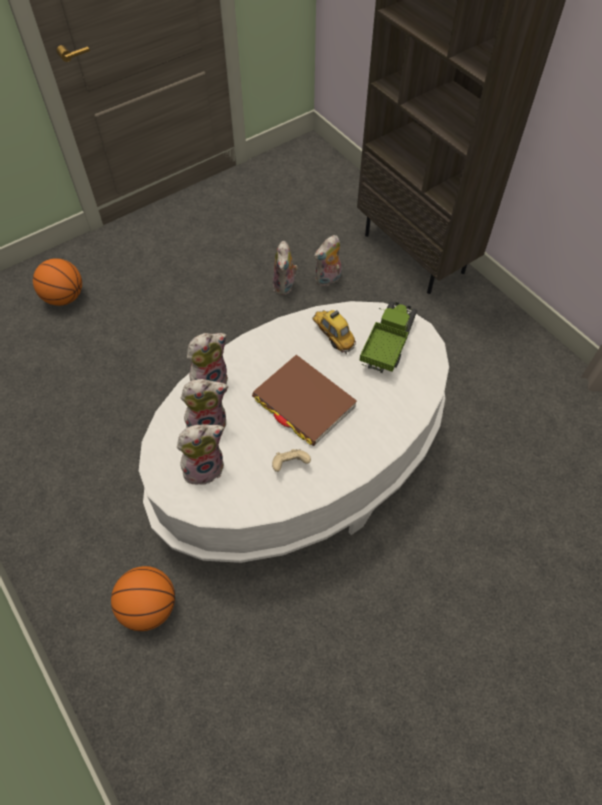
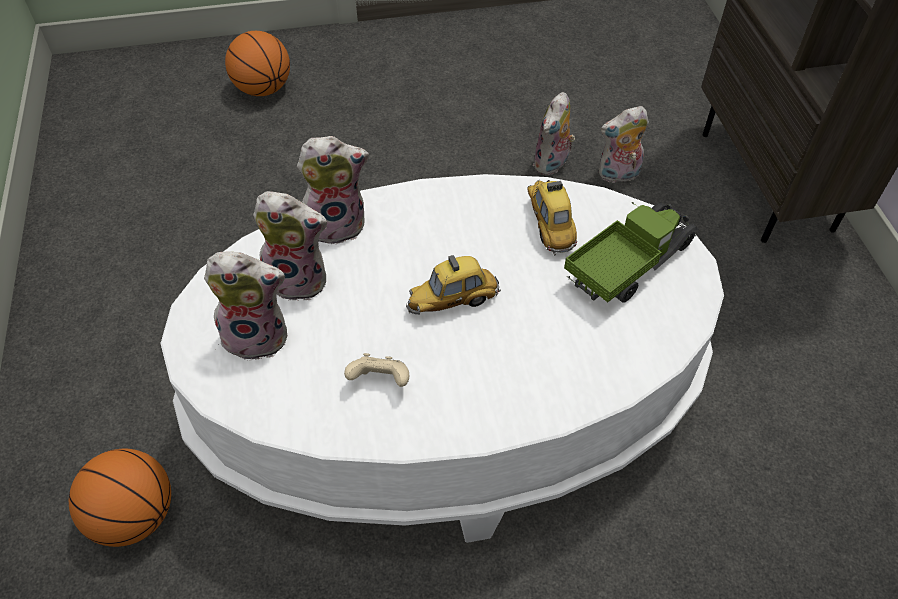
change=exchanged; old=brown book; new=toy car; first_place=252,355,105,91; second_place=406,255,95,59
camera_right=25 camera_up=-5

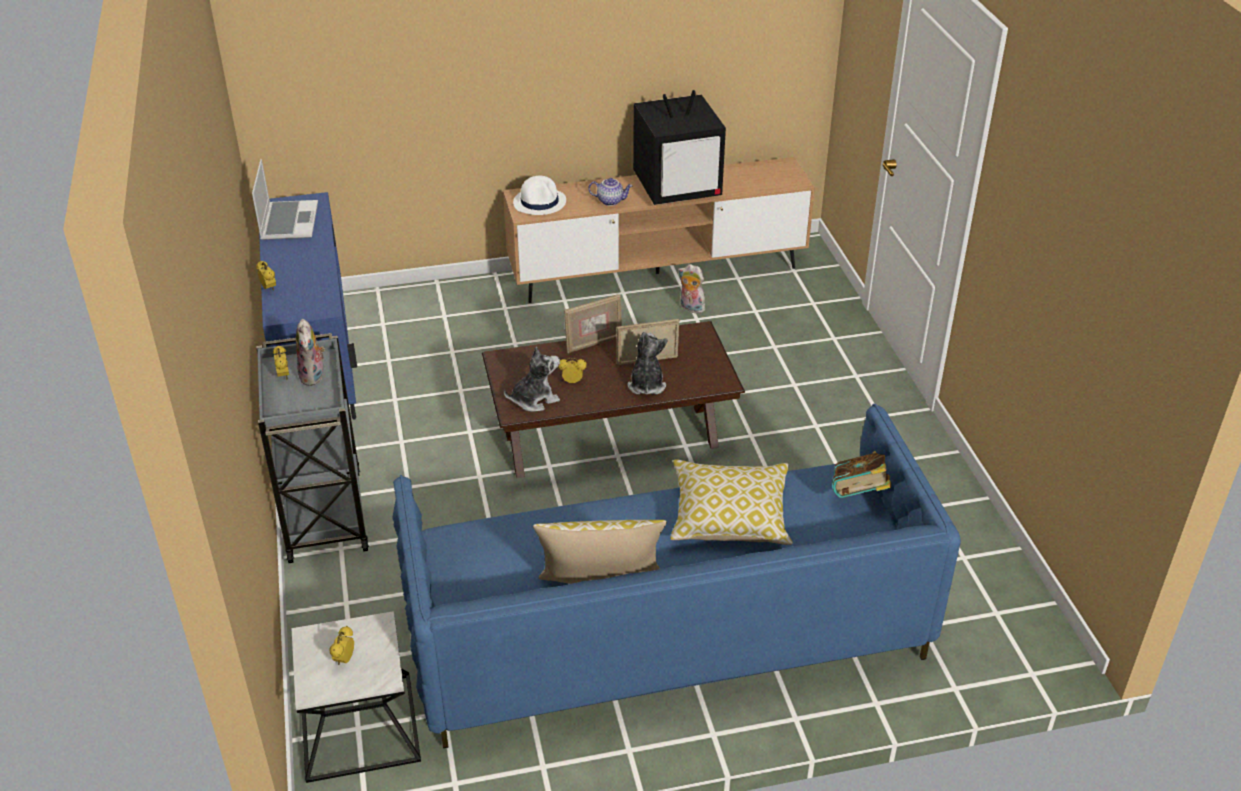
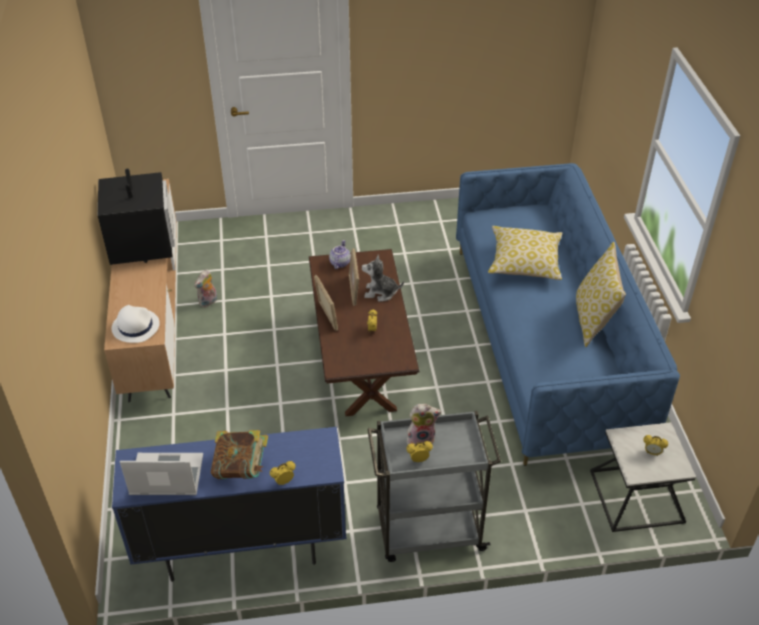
change=missing; old=plush toy; first_place=504,346,56,66
change=relocated; old=teapot; first_place=588,178,45,28; second_place=329,240,22,29
change=relocated; old=book; first_place=832,451,59,47; second_place=211,430,57,49
camera_right=-85 camera_up=5

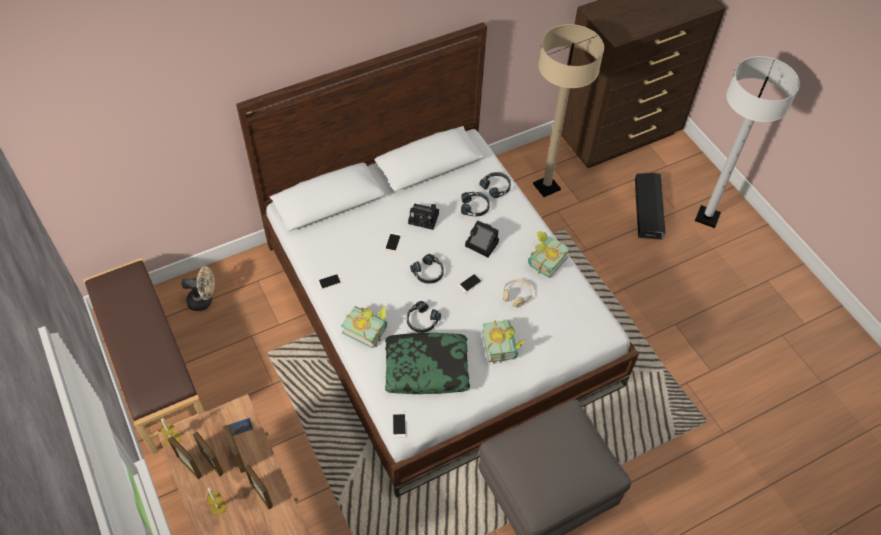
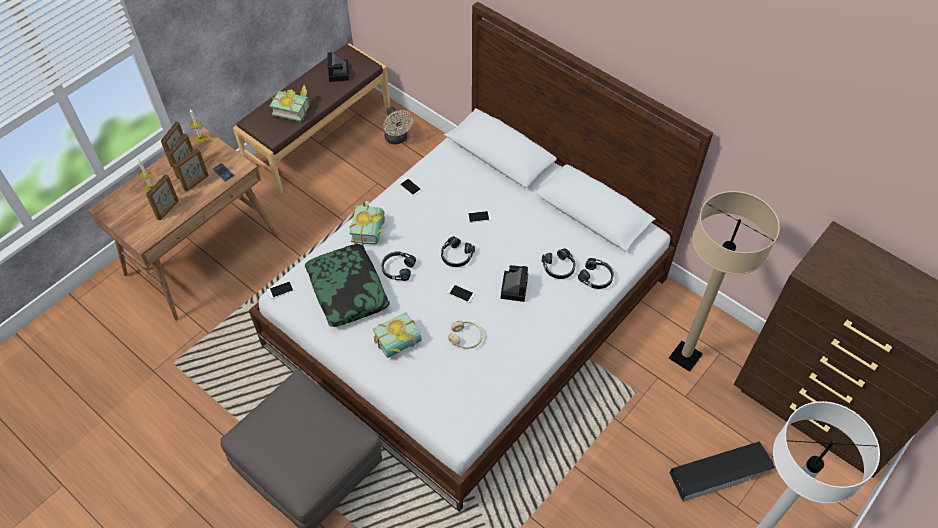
change=relocated; old=photo camera; first_place=408,204,31,26; second_place=326,52,23,30
change=relocated; old=book; first_place=528,231,43,47; second_place=270,85,40,37
camera_right=70 camera_up=0

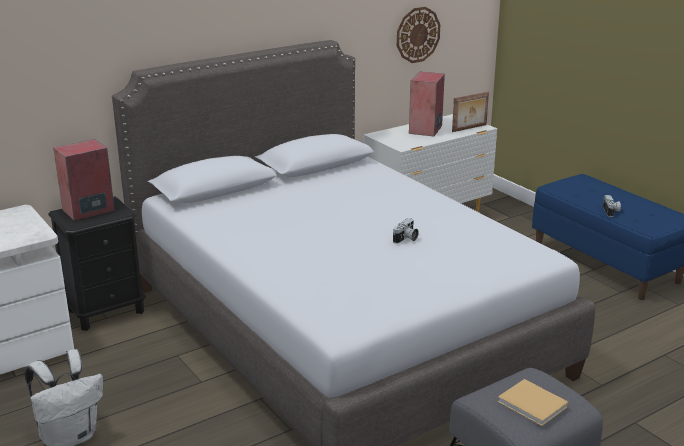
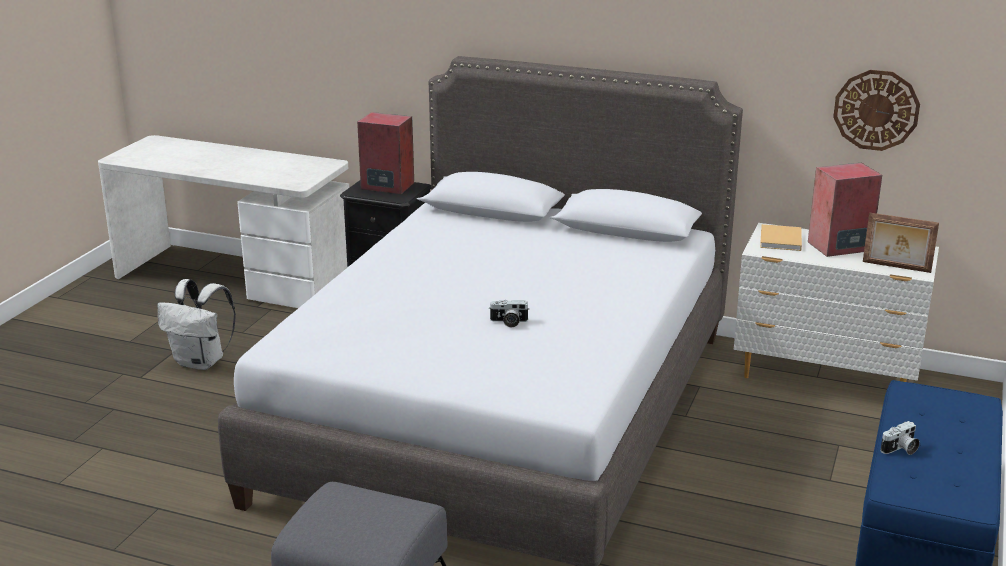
change=relocated; old=beige book; first_place=498,379,70,47; second_place=760,224,42,27
camera_right=55 camera_up=0

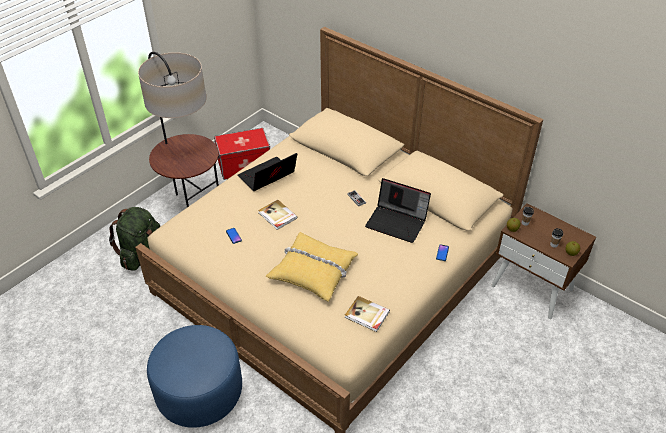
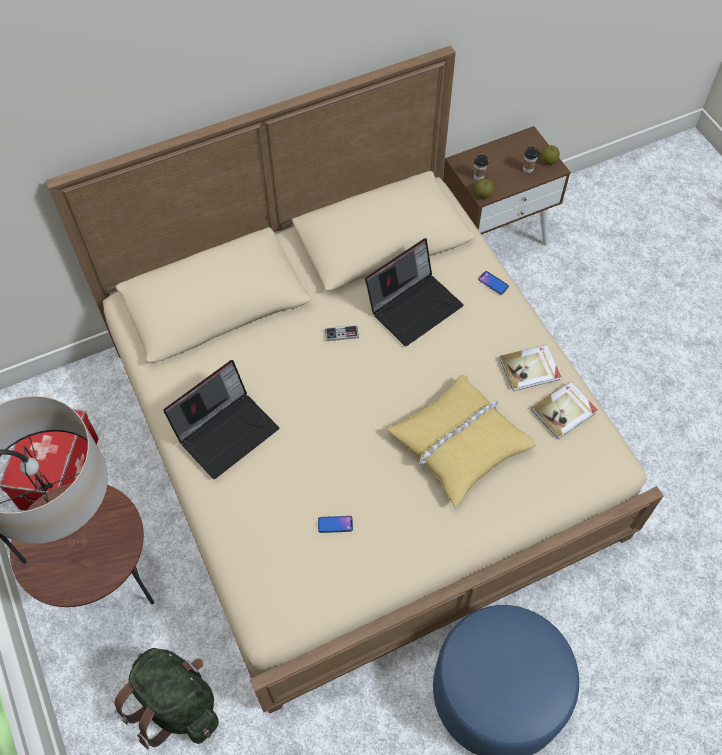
change=spun; old=laptop; first_place=237,153,60,38; second_place=163,360,116,119; degrees=-120
change=relocated; old=book; first_place=258,200,40,30; second_place=500,345,61,46
camera_right=-65 camera_up=15

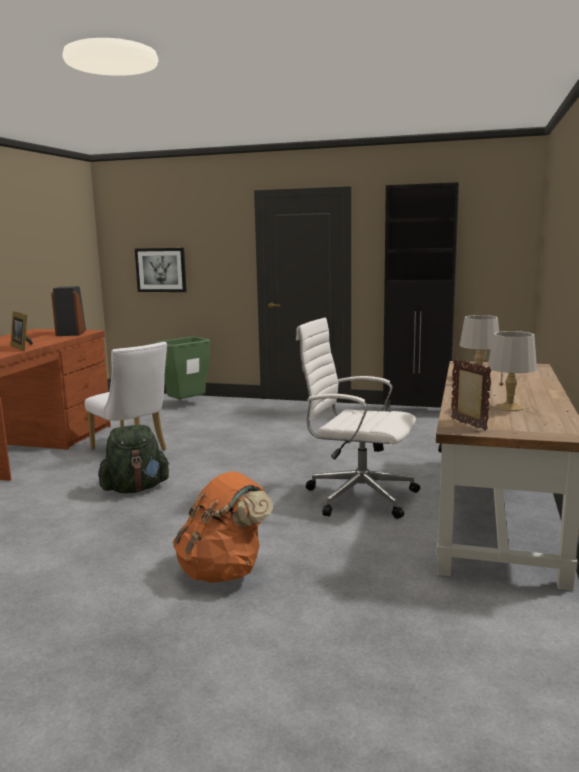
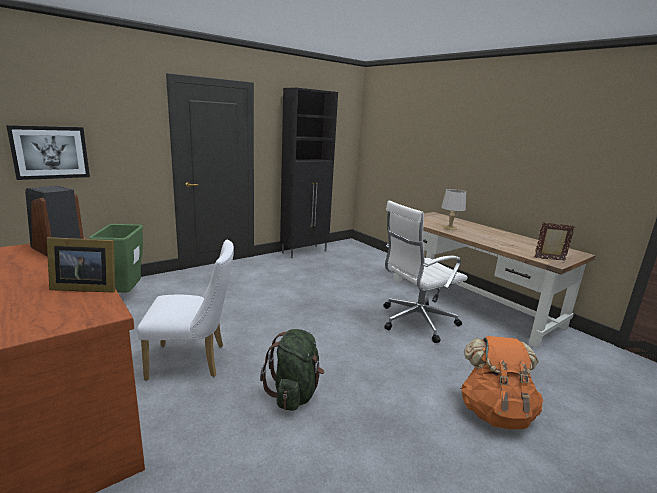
change=missing; old=grey table lamp; first_place=488,331,49,80
camera_right=-55 camera_up=5

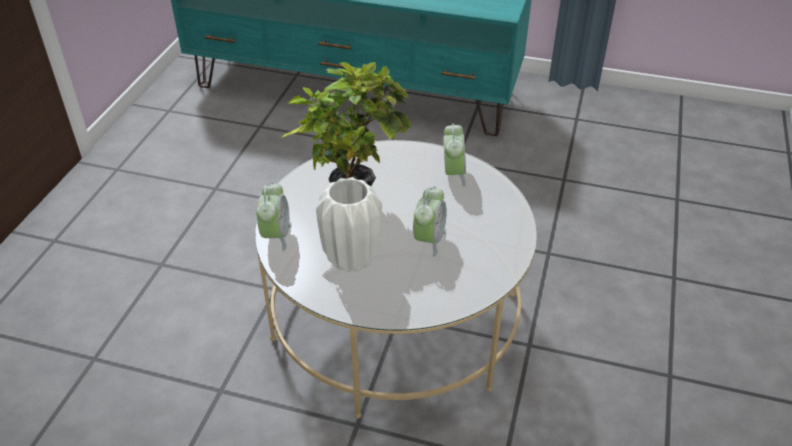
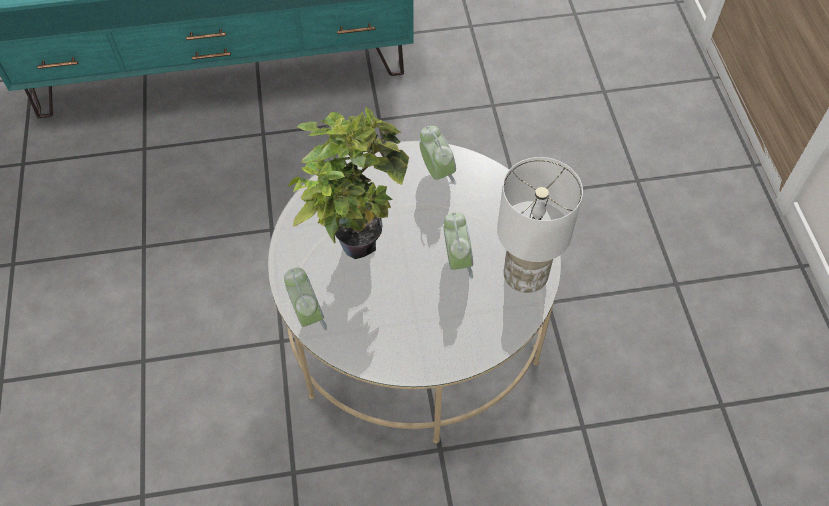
change=missing; old=white vase; first_place=316,177,66,95
change=appeared; new=white table lamp; second_place=497,157,86,136
camera_right=-25 camera_up=15

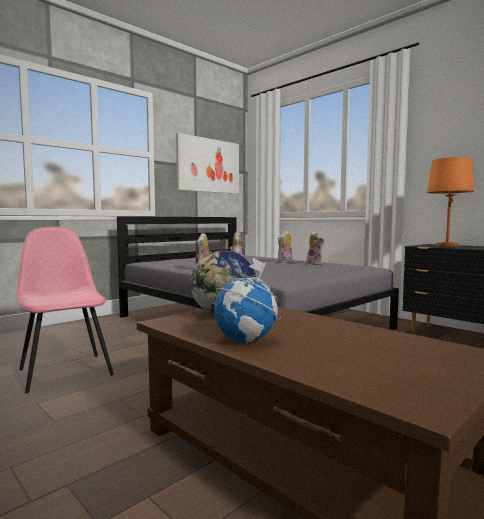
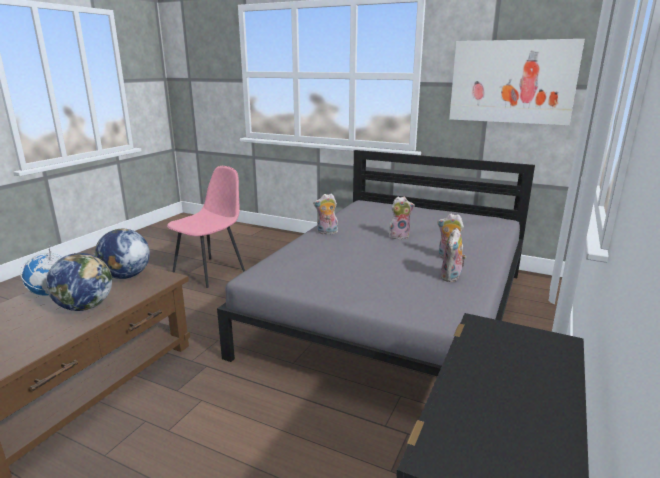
change=missing; old=orange table lamp; first_place=427,157,47,90
change=appeared; new=globe; second_place=46,253,66,58
camera_right=70 camera_up=15

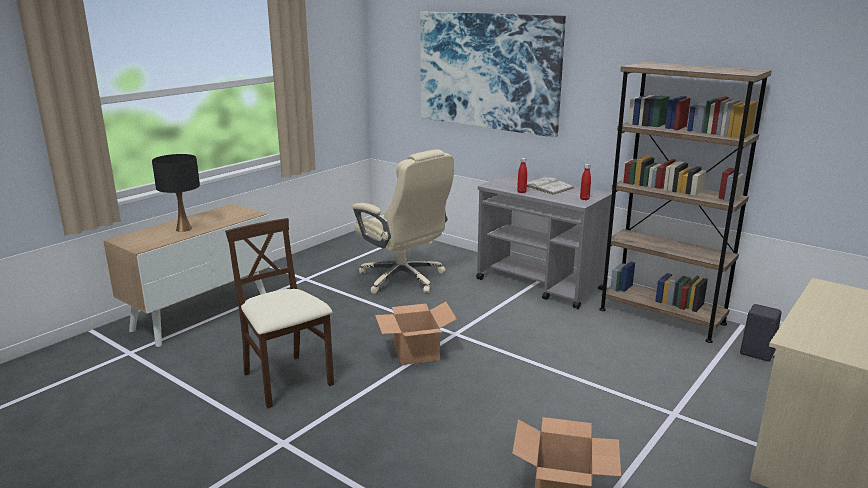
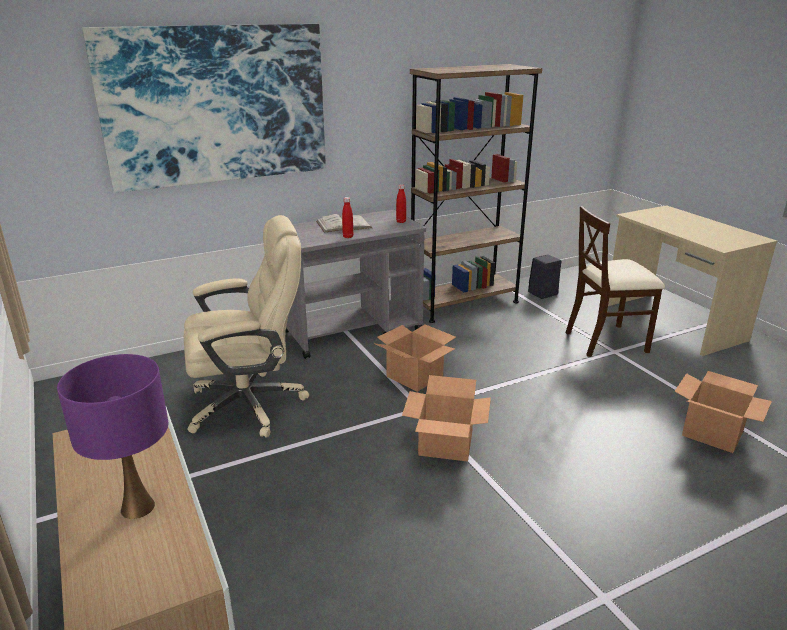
change=colour; old=black table lamp; new=purple table lamp; first_place=152,154,48,78; second_place=57,354,111,165
change=relocated; old=beige chair; first_place=225,218,109,191; second_place=566,206,99,151
change=appeared; new=cardboard box; second_place=374,325,82,67
camera_right=-65 camera_up=5

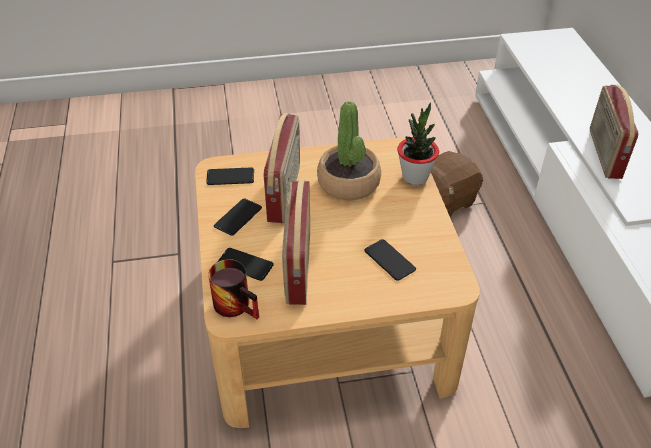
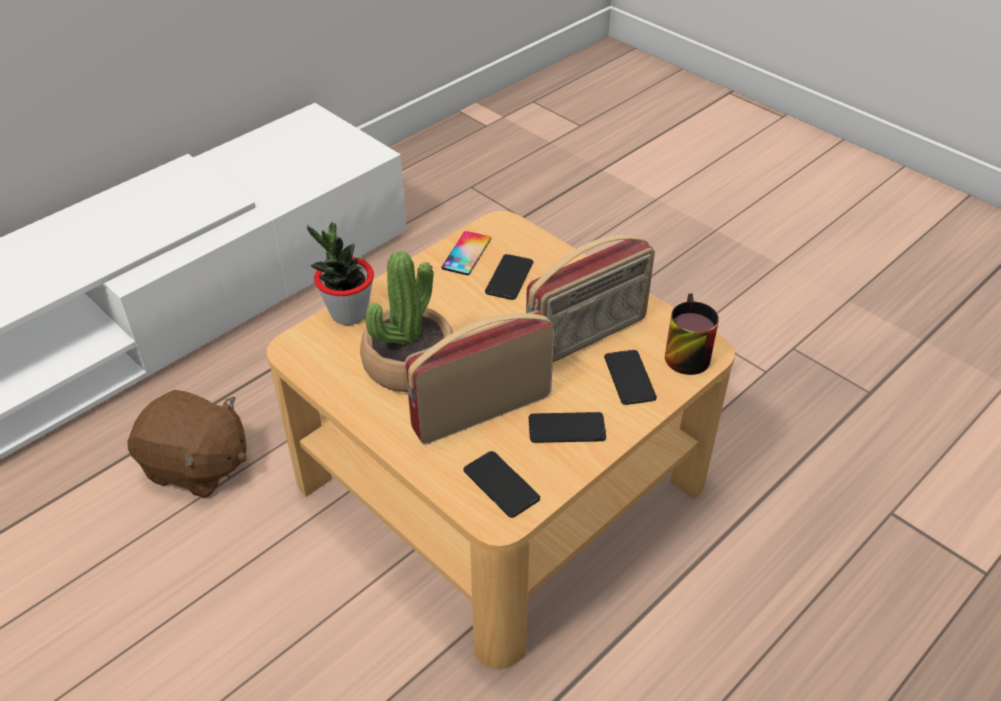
change=missing; old=radio; first_place=590,85,48,94
change=appeared; new=phone; second_place=441,231,50,44
camera_right=-125 camera_up=0

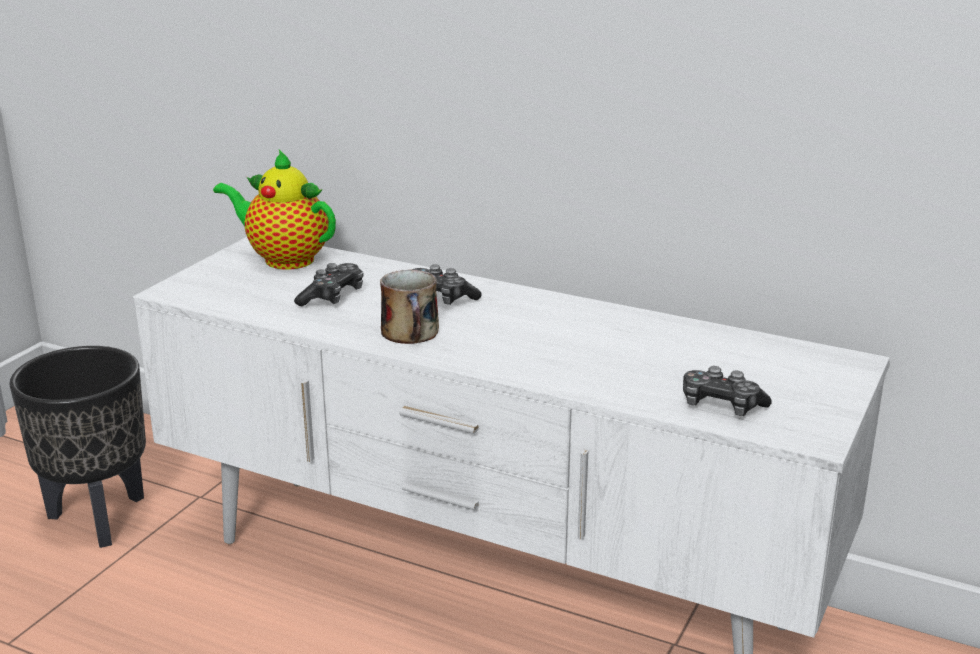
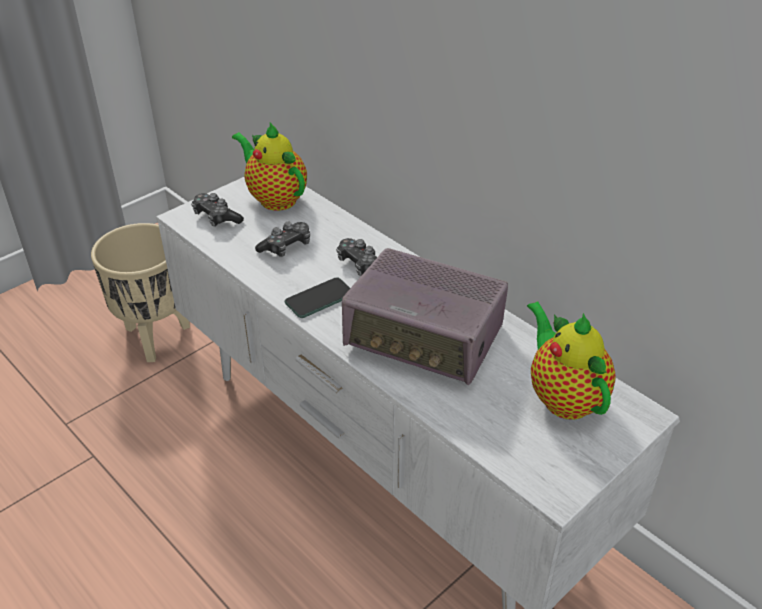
change=colour; old=black planter; new=beige planter; first_place=9,346,137,202; second_place=91,223,99,139
change=exchanged; old=mug; new=phone; first_place=380,270,59,74; second_place=284,277,66,41
change=relocated; old=game controller; first_place=683,366,89,50; second_place=191,193,53,34
change=appeared; new=radio; second_place=342,248,166,137
change=appeared; new=teapot; second_place=527,301,89,119
camera_right=20 camera_up=15

